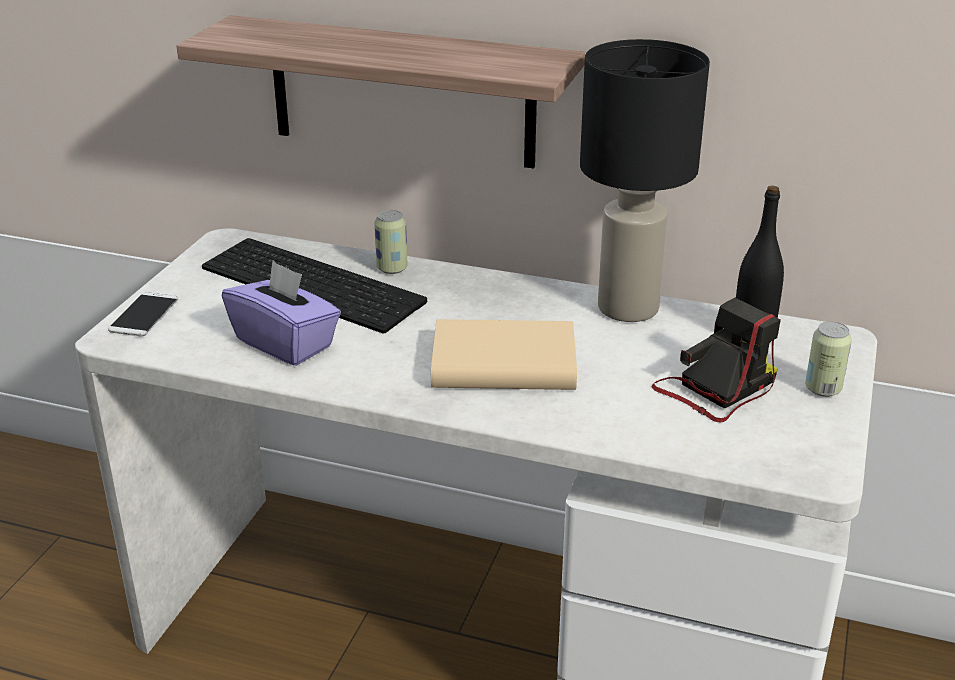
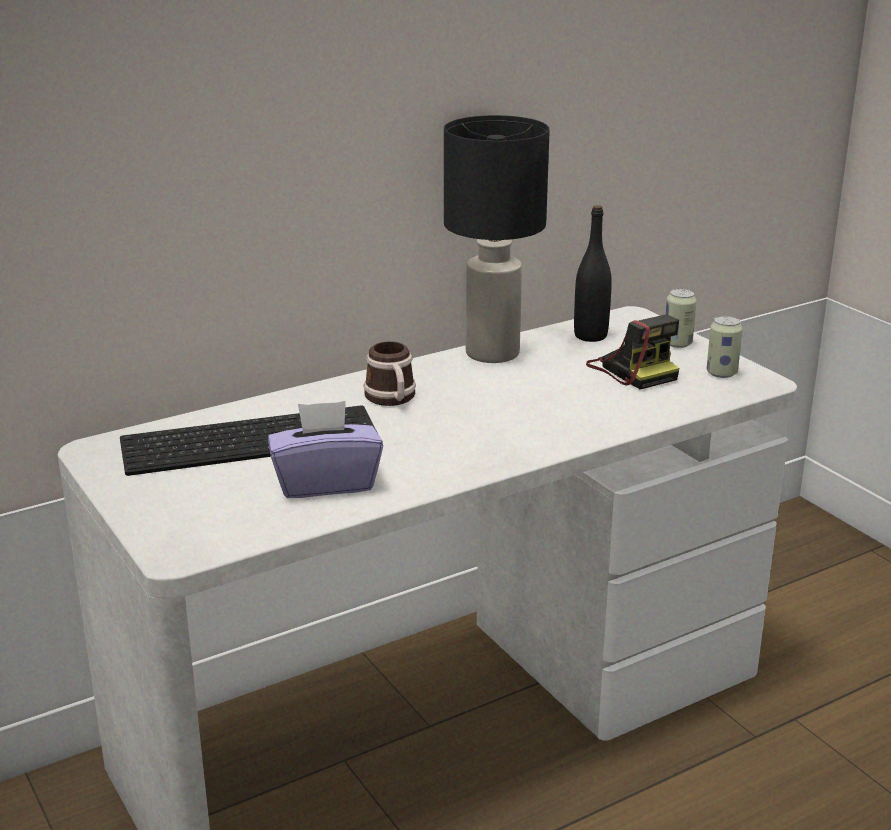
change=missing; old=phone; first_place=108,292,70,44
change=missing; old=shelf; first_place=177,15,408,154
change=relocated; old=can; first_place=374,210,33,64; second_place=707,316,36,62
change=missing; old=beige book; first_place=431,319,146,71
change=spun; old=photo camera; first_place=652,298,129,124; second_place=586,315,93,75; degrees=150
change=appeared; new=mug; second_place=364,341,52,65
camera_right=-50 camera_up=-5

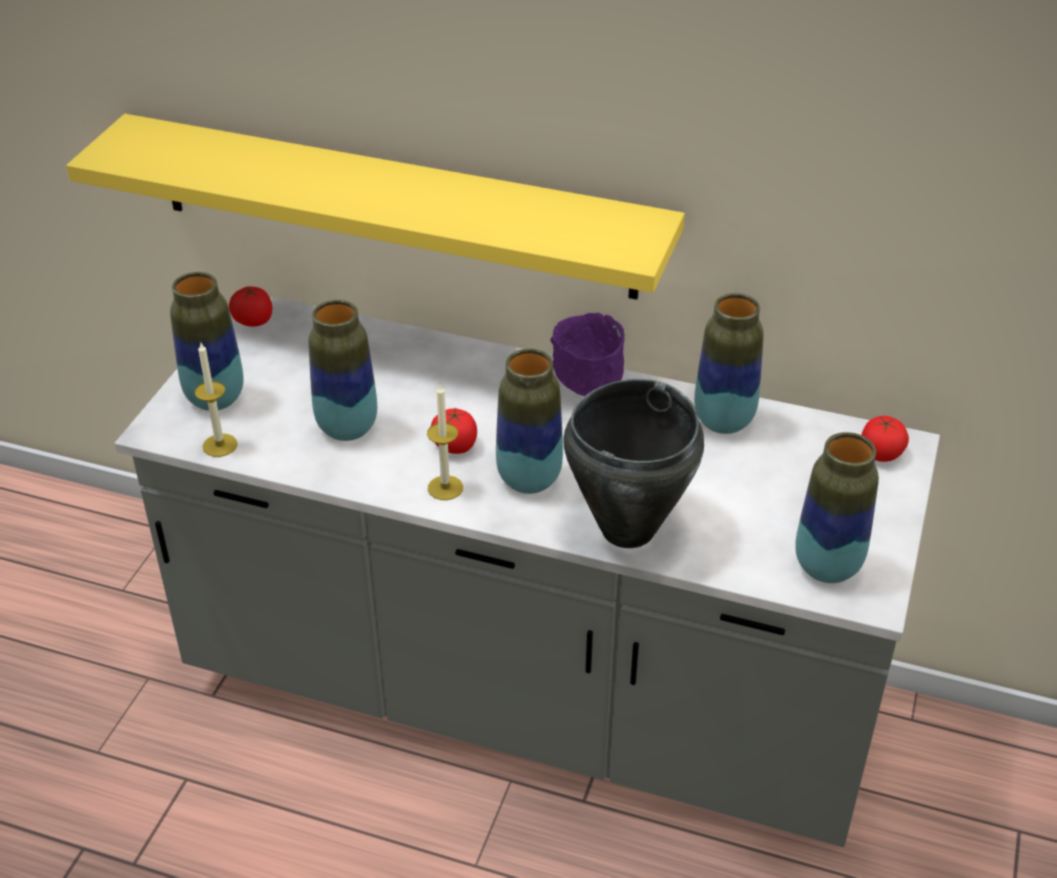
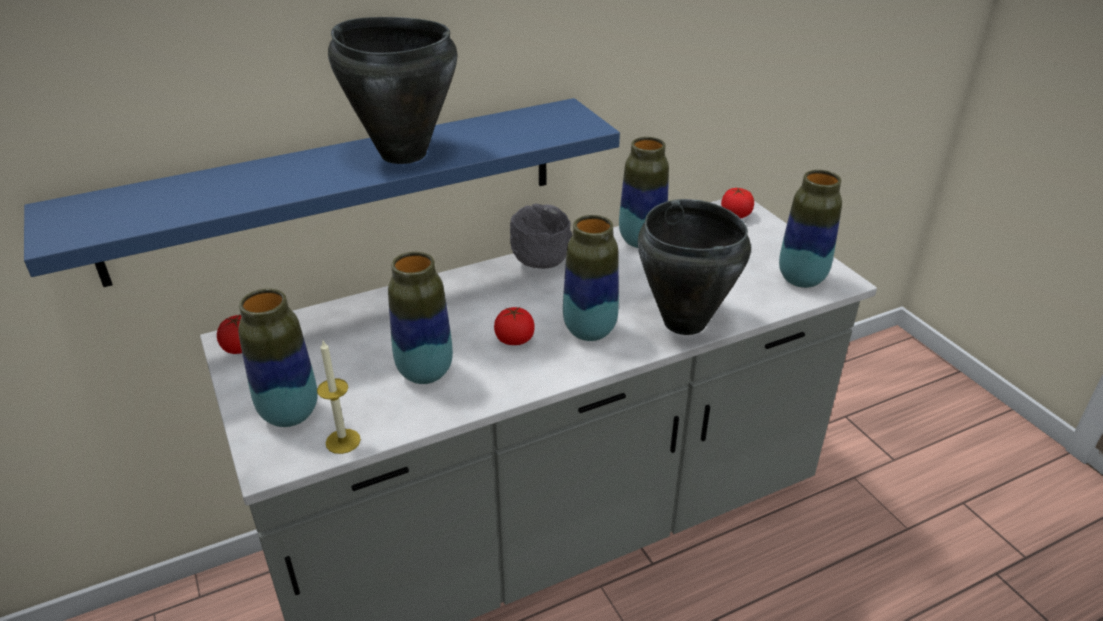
change=colour; old=yellow shelf; new=blue shelf; first_place=66,114,619,186; second_place=24,98,596,189
change=missing; old=candle; first_place=427,384,36,116
change=colour; old=purple bowl; new=grey bowl; first_place=550,312,75,84; second_place=510,204,62,65
change=appeared; new=black cooking pot; second_place=328,17,130,147
camera_right=-45 camera_up=-5

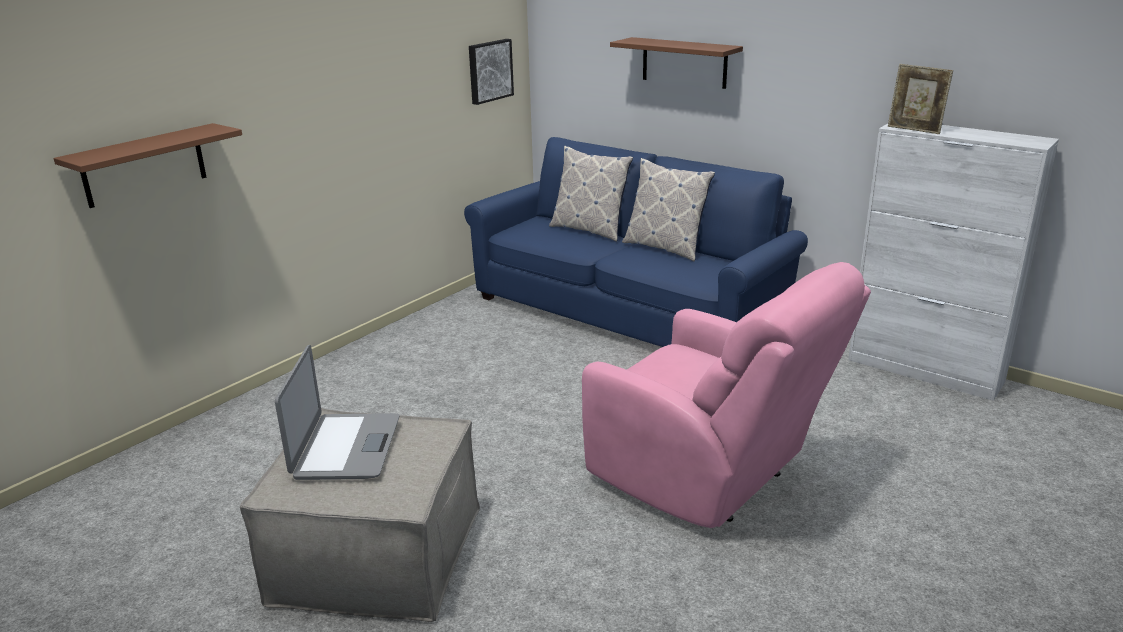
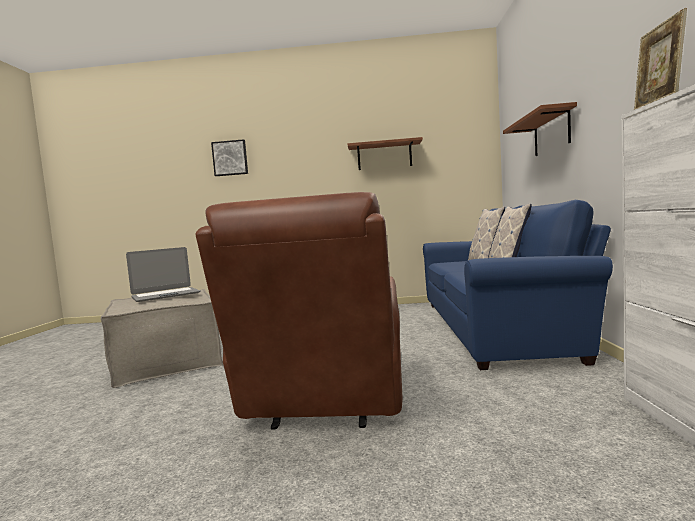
change=relocated; old=brown shelf; first_place=53,123,189,85; second_place=348,137,75,33
change=relocated; old=picture; first_place=469,39,45,66; second_place=211,139,37,37
change=colour; old=pink armchair; new=brown armchair; first_place=582,262,289,266; second_place=196,192,207,238
camera_right=55 camera_up=-20

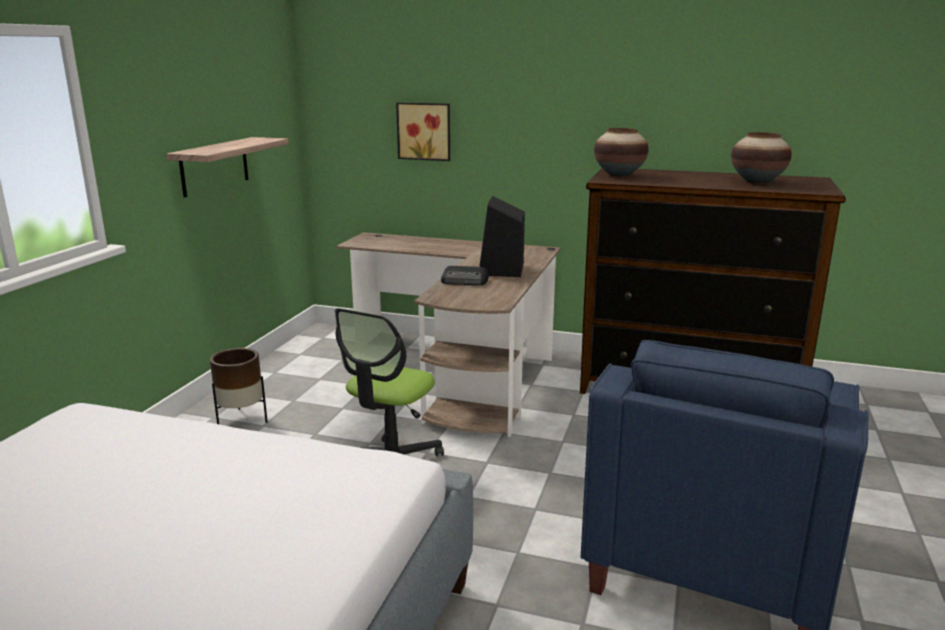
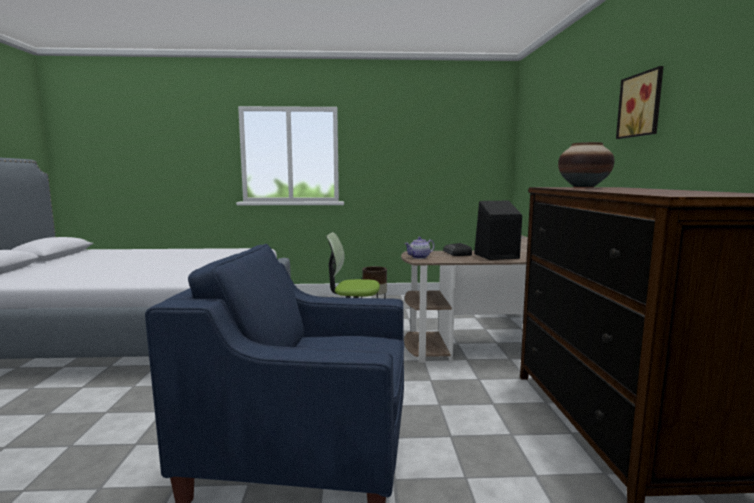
change=missing; old=shelf; first_place=166,137,123,61
change=relocated; old=picture; first_place=396,102,54,59; second_place=616,66,48,73
change=missing; old=vase; first_place=731,132,61,52
change=appeared; new=teapot; second_place=404,237,31,22
camera_right=70 camera_up=-10

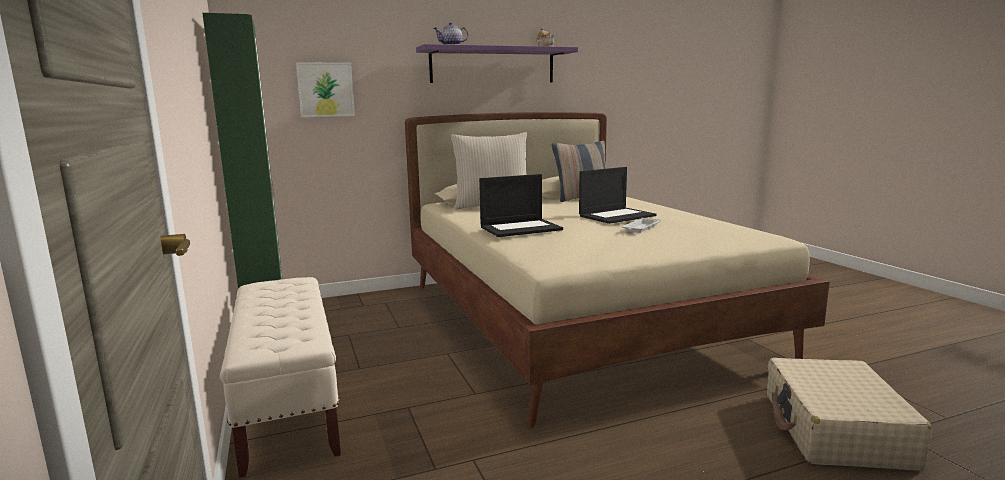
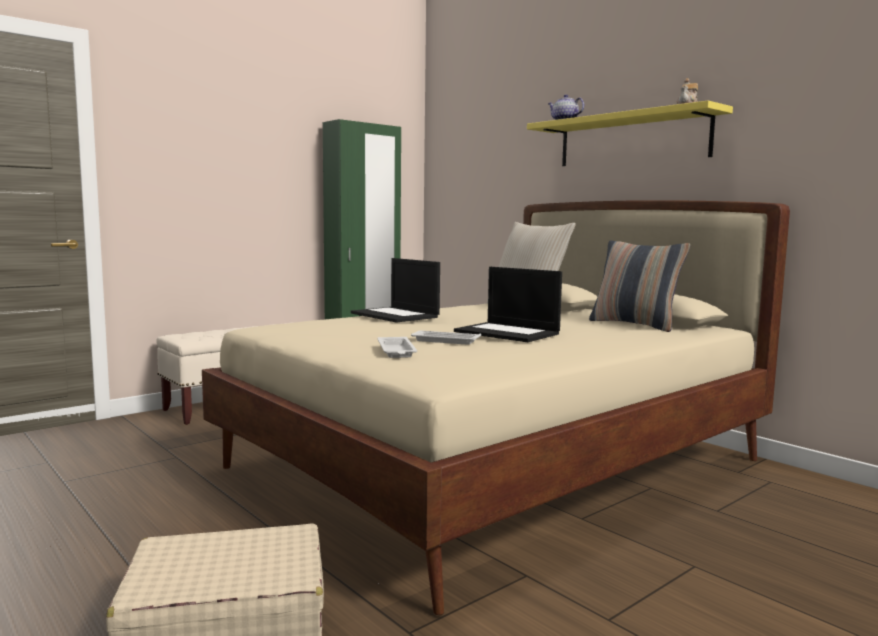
change=missing; old=picture; first_place=296,62,59,55
change=colour; old=purple shelf; new=yellow shelf; first_place=416,44,162,39; second_place=527,101,206,65
change=appeared; new=white tray; second_place=378,337,39,21
camera_right=70 camera_up=-5

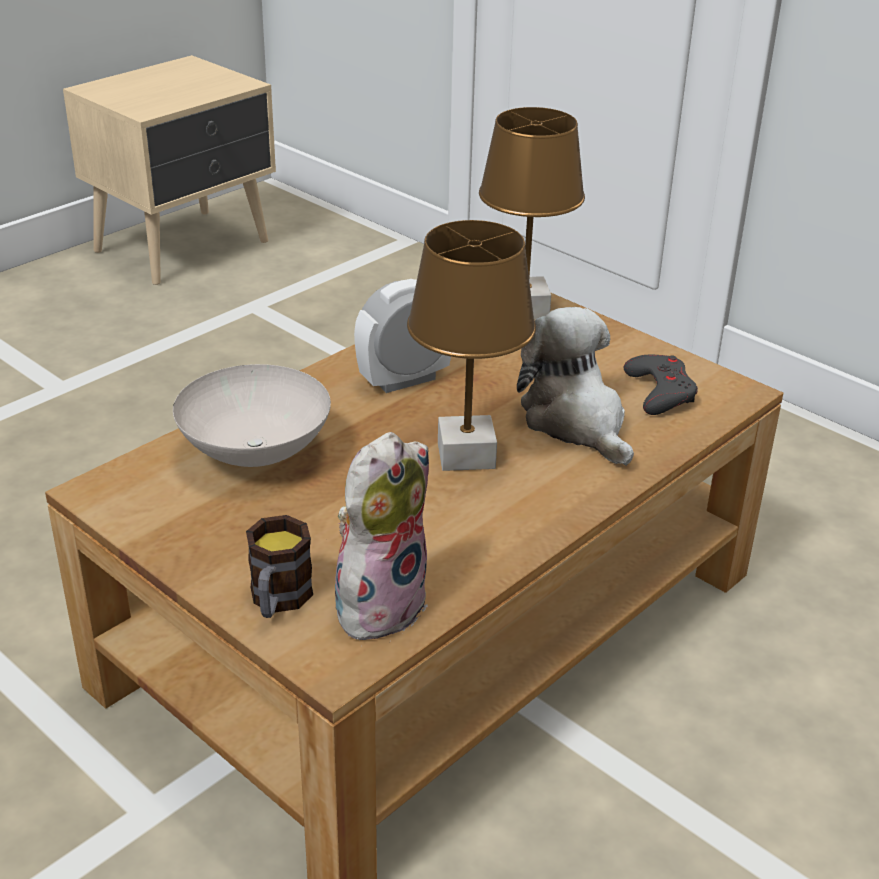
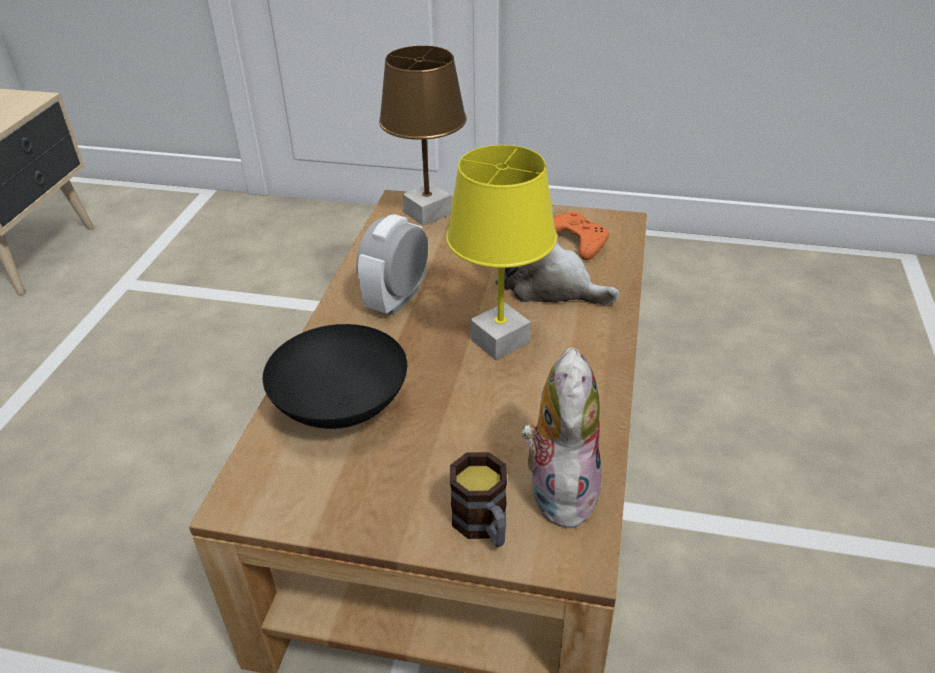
change=colour; old=white bowl; new=black bowl; first_place=173,364,158,103; second_place=263,324,144,105
change=colour; old=brown table lamp; new=yellow table lamp; first_place=407,220,129,251; second_place=446,145,111,215
change=colour; old=grey game controller; new=orange game controller; first_place=623,355,75,60; second_place=553,211,56,49
camera_right=-30 camera_up=5

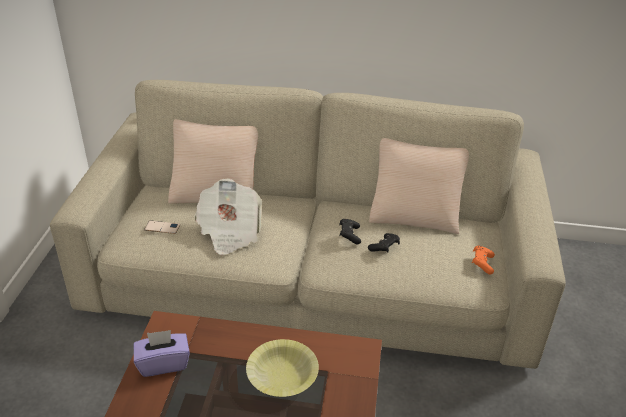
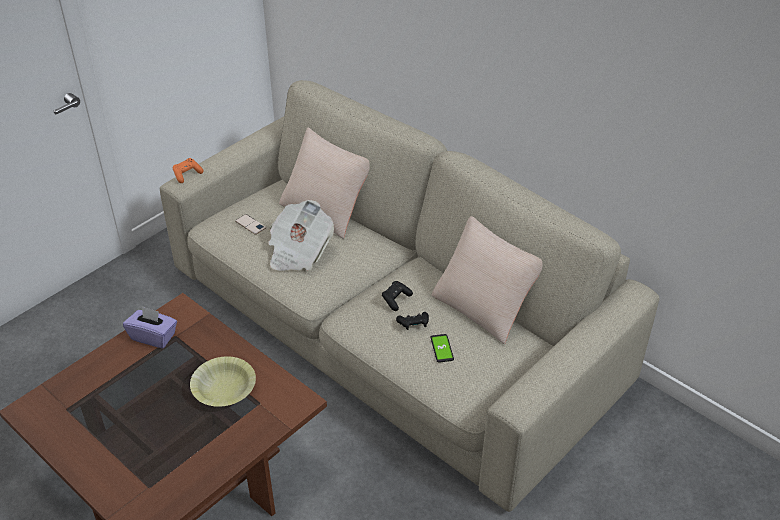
change=relocated; old=orange game controller; first_place=472,246,23,28; second_place=173,158,30,25
change=appeared; new=phone; second_place=430,334,24,29
camera_right=35 camera_up=5

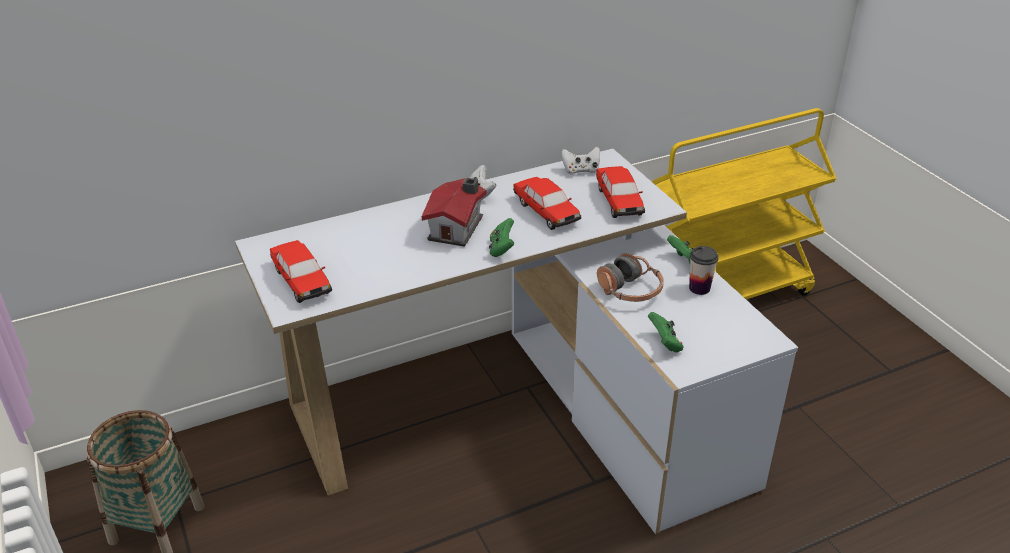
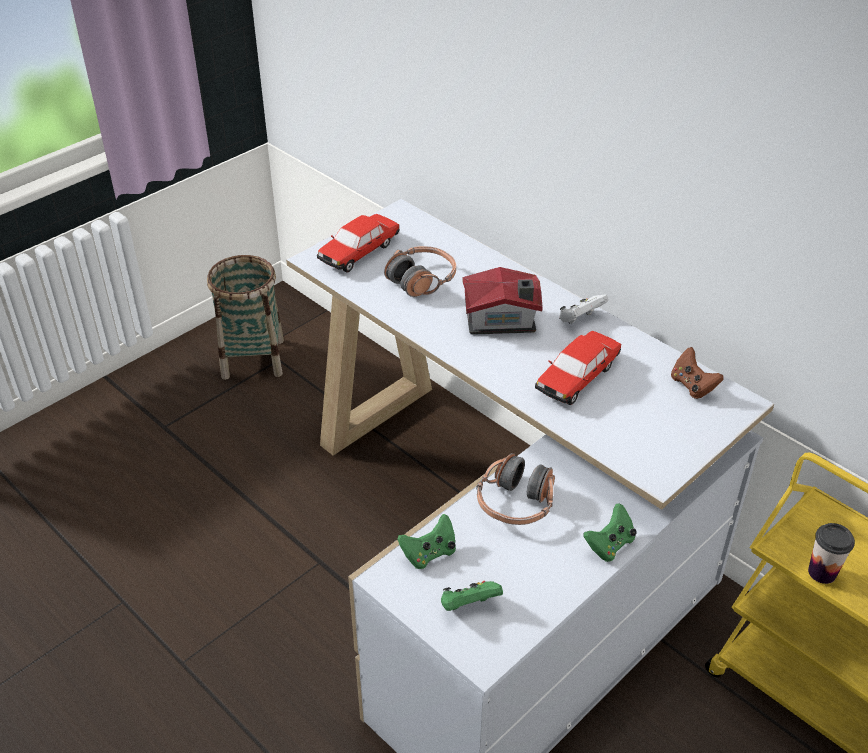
change=relocated; old=green game controller; first_place=489,218,25,39; second_place=441,581,62,30
change=colour; old=white game controller; new=brown game controller; first_place=561,147,39,28; second_place=671,347,53,52
change=missing; old=toy car; first_place=596,166,49,52
change=relocated; old=cup; first_place=689,246,30,49; second_place=808,523,47,61
change=appeared; new=headphones; second_place=384,246,72,51
camera_right=70 camera_up=5

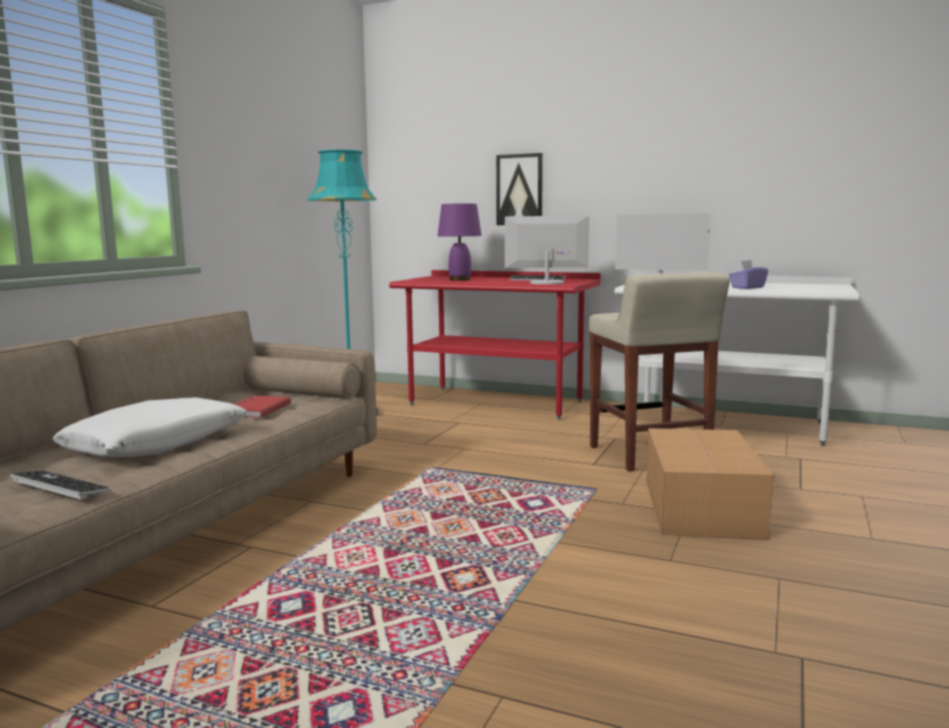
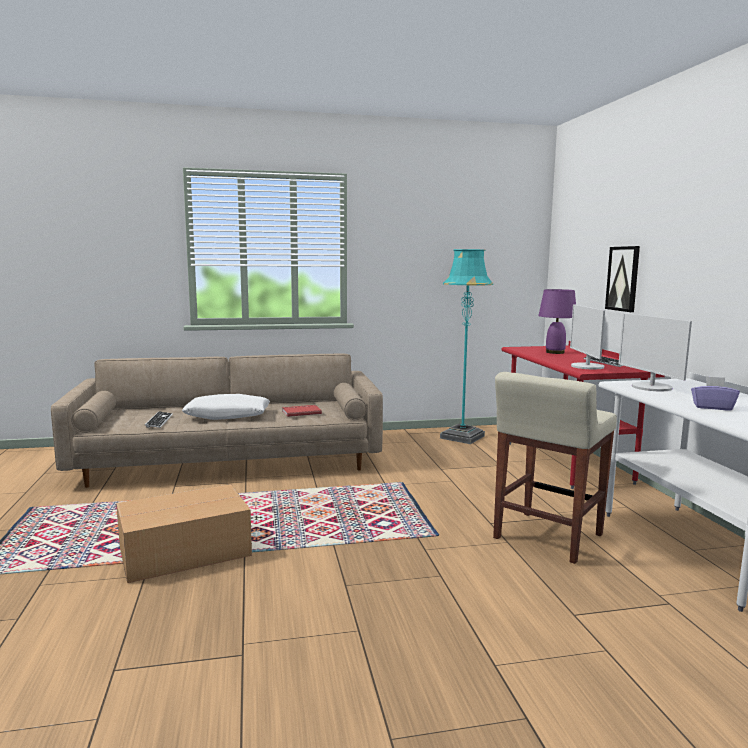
change=spun; old=monitor; first_place=505,216,84,69; second_place=570,305,35,64; degrees=-150
change=relocated; old=cardboard box; first_place=646,428,128,112; second_place=116,484,136,99
camera_right=55 camera_up=0

